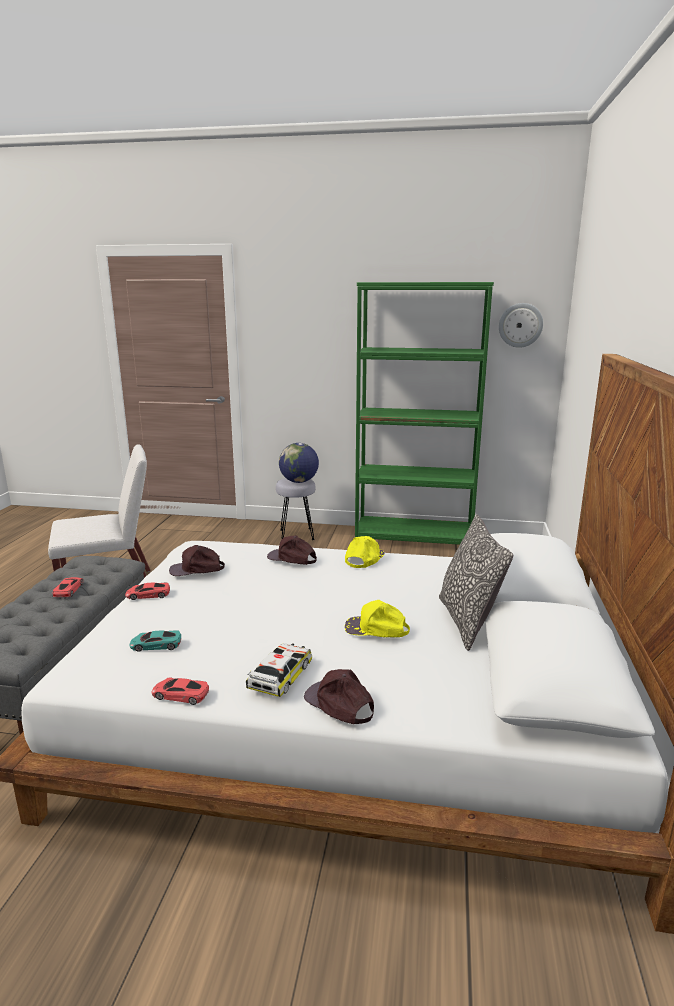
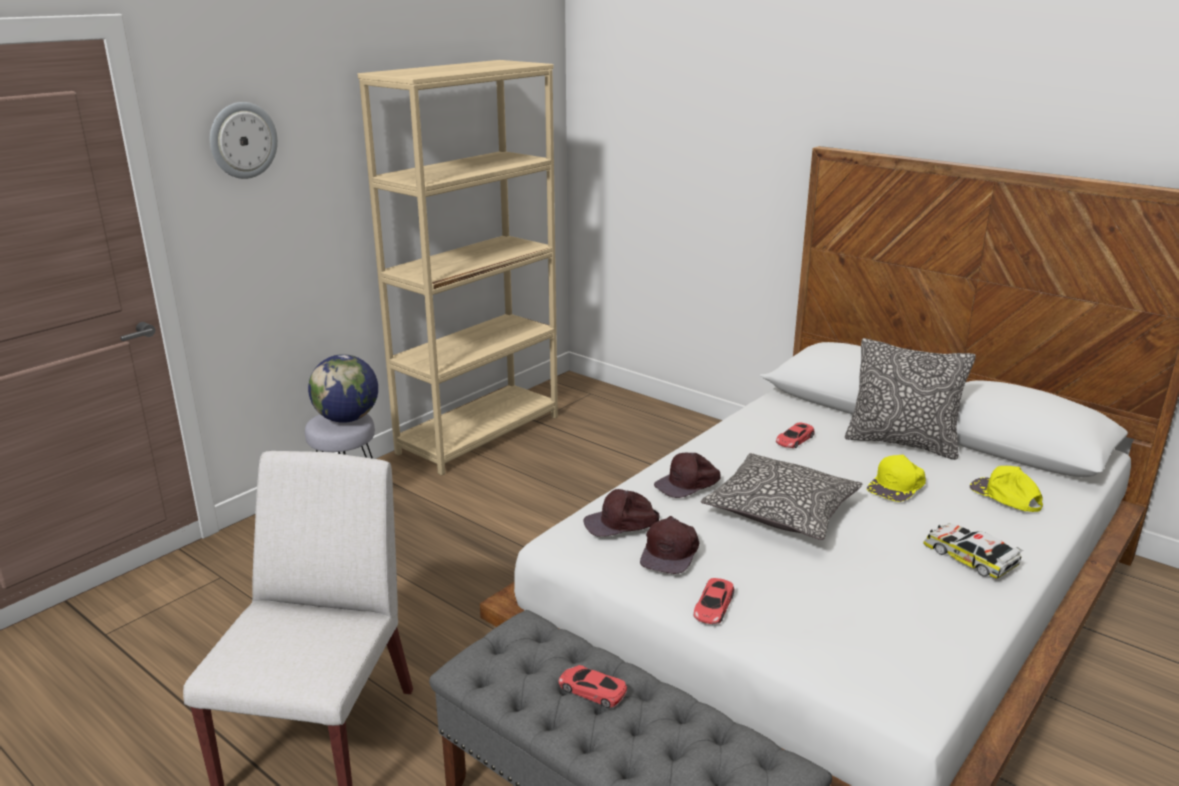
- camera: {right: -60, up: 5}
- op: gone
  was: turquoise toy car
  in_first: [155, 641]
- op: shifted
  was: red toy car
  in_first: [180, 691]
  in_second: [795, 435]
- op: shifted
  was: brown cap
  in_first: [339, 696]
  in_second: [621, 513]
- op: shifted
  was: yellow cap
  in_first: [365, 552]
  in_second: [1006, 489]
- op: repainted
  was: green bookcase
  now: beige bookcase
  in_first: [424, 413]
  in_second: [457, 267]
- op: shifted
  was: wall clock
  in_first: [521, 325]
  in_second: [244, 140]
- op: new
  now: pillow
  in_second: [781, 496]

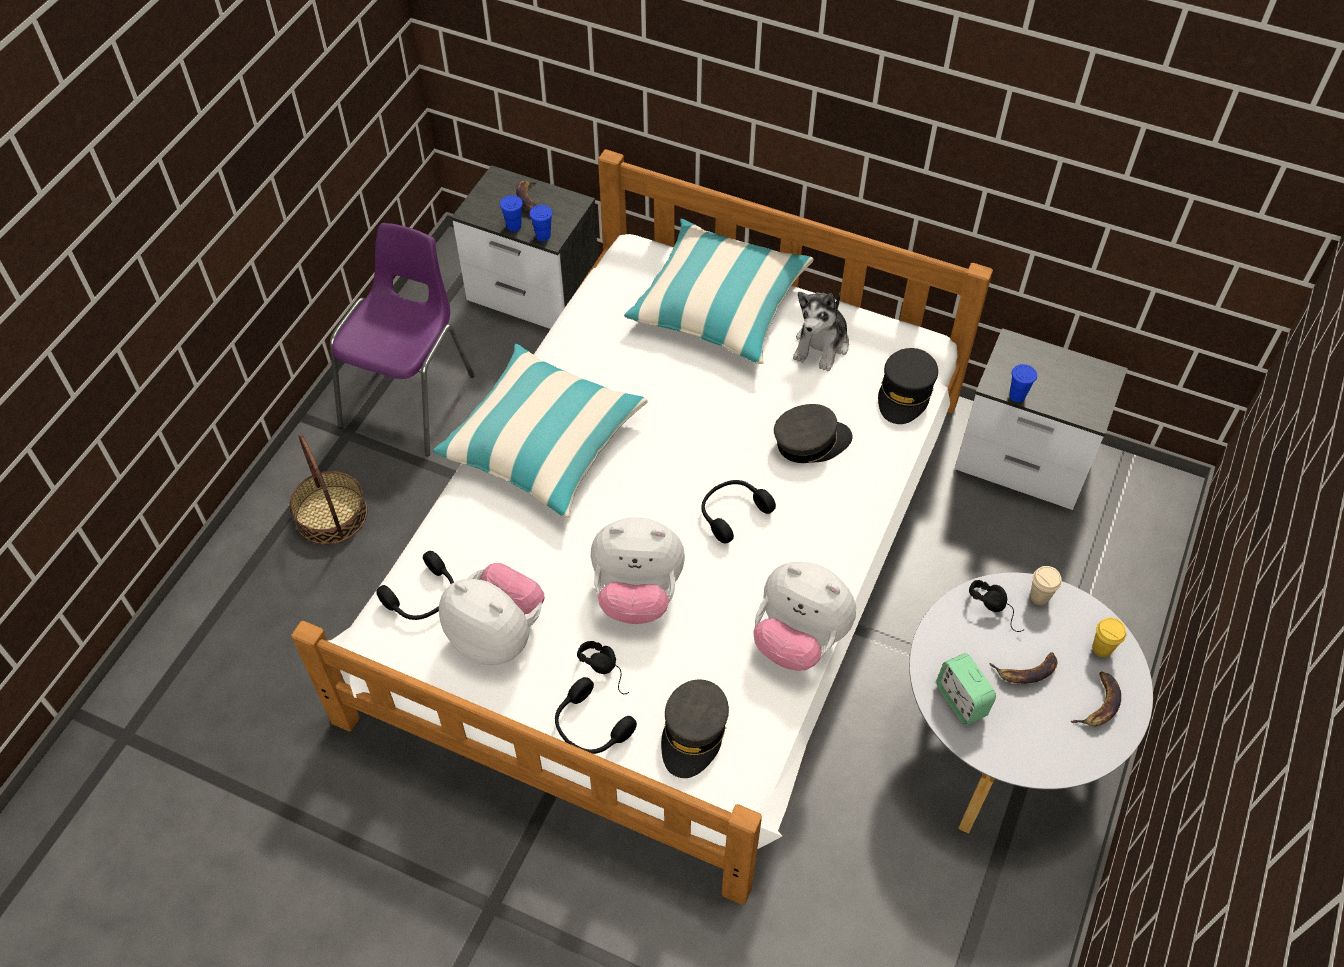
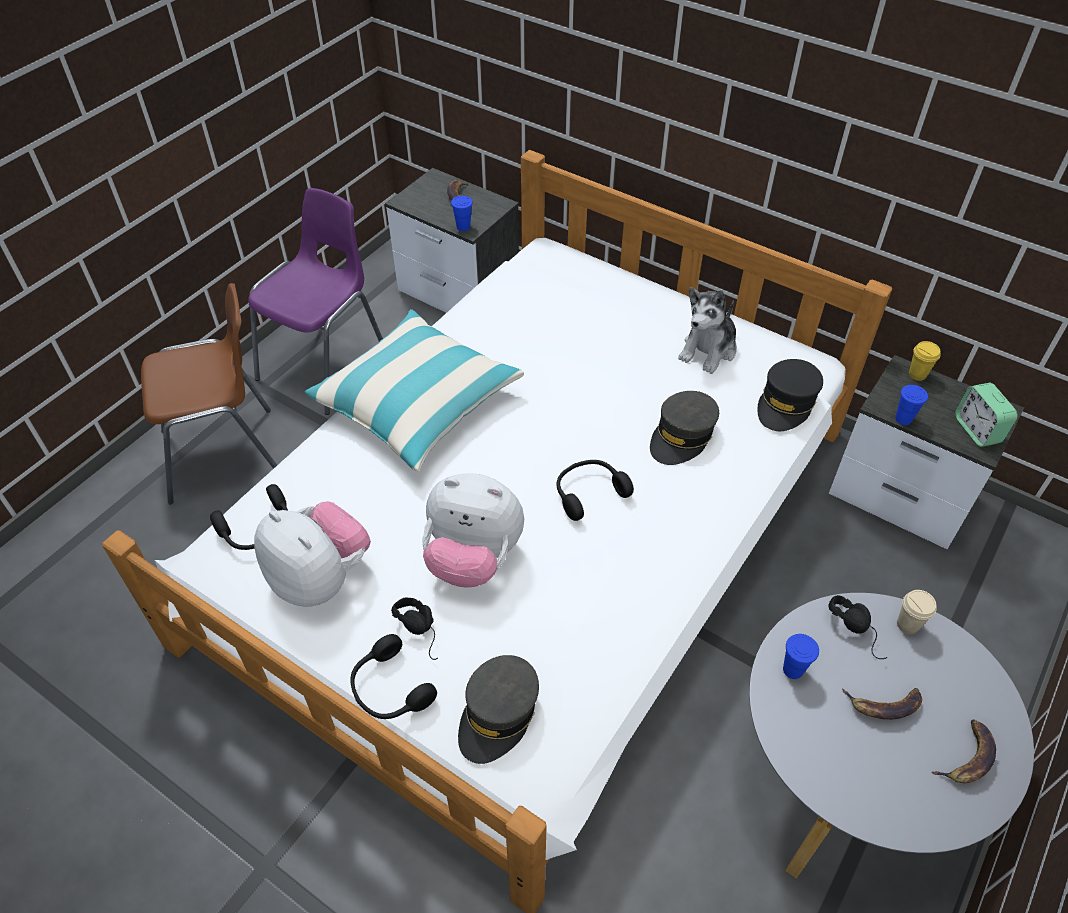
- camera: {right: 10, up: -5}
- op: swapped
  was: basket
  now: brown chair
  in_first: [328, 489]
  in_second: [209, 393]
- op: shifted
  was: blue cup
  in_first: [511, 213]
  in_second: [801, 656]
- op: gone
  was: pillow
  in_first: [719, 291]
- op: gone
  was: plush toy
  in_first: [804, 616]
- op: rotated
  was: grey cap
  in_first: [813, 433]
  in_second: [684, 428]
  clockwise: 135
- op: shifted
  was: alarm clock
  in_first: [966, 689]
  in_second: [986, 415]
- op: shifted
  was: yellow cup
  in_first: [1109, 637]
  in_second: [925, 361]

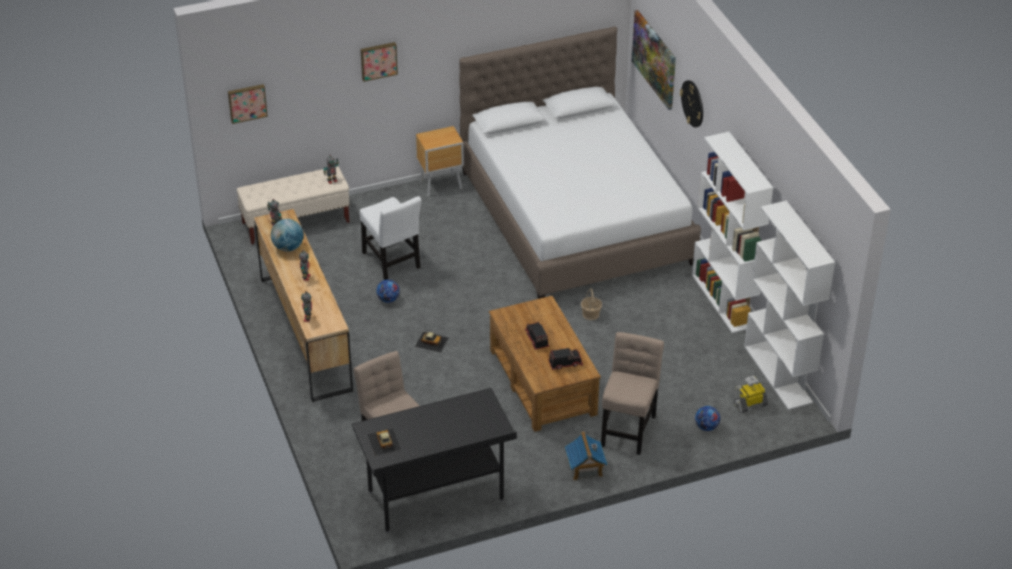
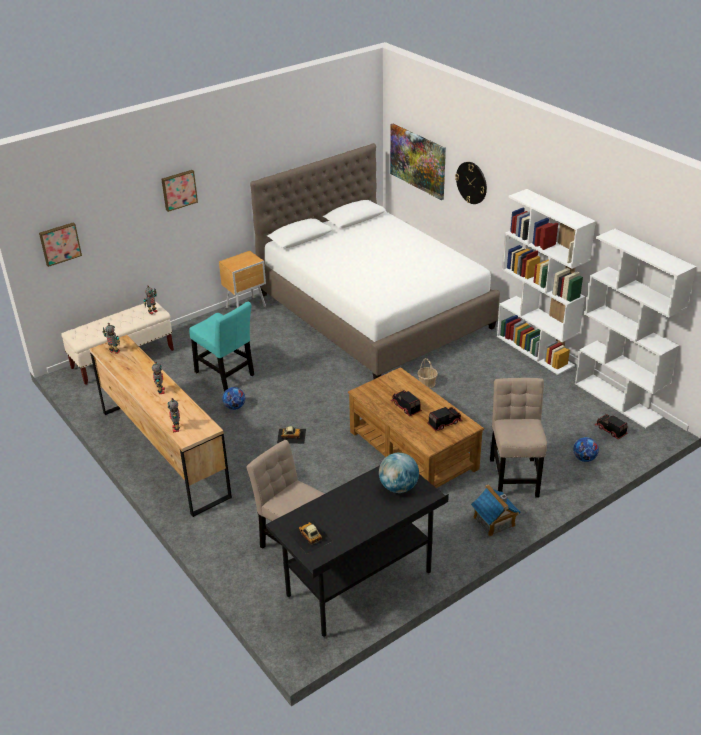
- camera: {right: -15, up: -5}
- op: shifted
  was: globe
  in_first: [287, 235]
  in_second: [399, 473]
- op: repainted
  was: white chair
  now: turquoise chair
  in_first: [391, 238]
  in_second: [221, 346]
- op: swapped
  was: toy robot
  now: toy truck
  in_first: [751, 394]
  in_second: [611, 426]

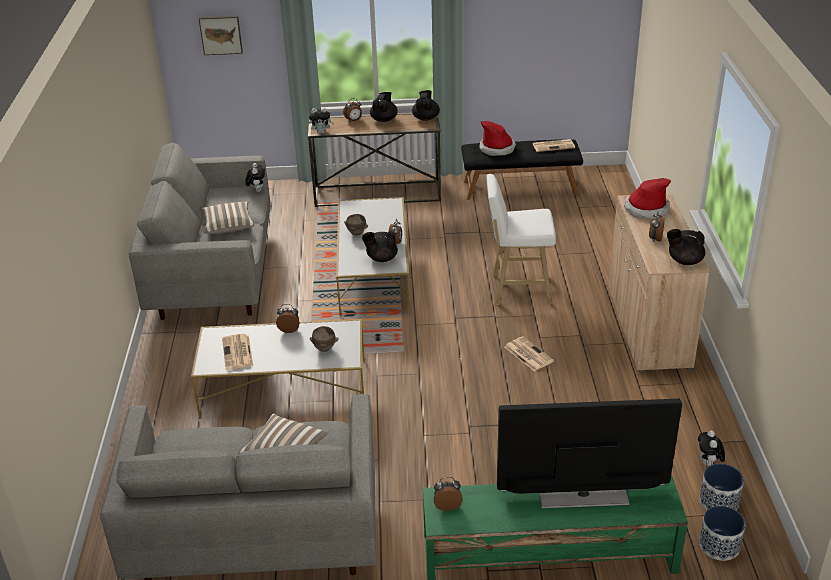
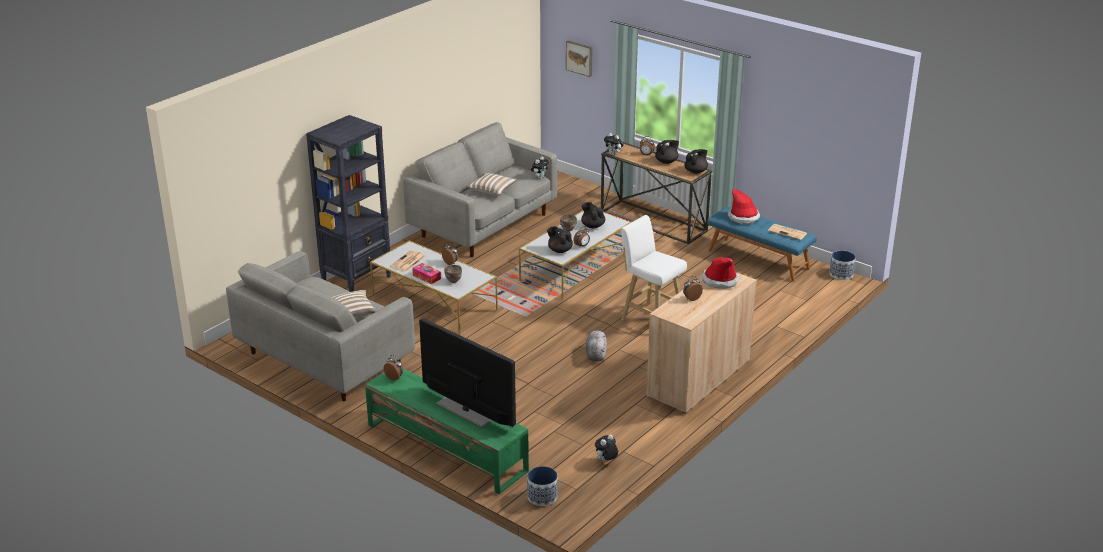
- camera: {right: 40, up: -5}
- op: repainted
  was: black bench
  now: blue bench
  in_first: [522, 169]
  in_second: [762, 244]
- op: swapped
  was: newspaper
  now: grey plush toy
  in_first: [529, 353]
  in_second: [596, 345]
- op: shifted
  was: black teapot
  in_first: [686, 247]
  in_second: [593, 215]
- op: shifted
  was: planter
  in_first: [721, 487]
  in_second: [842, 265]
- op: new
  now: black bookcase
  in_second: [348, 203]
- op: new
  now: tissue box
  in_second: [426, 273]

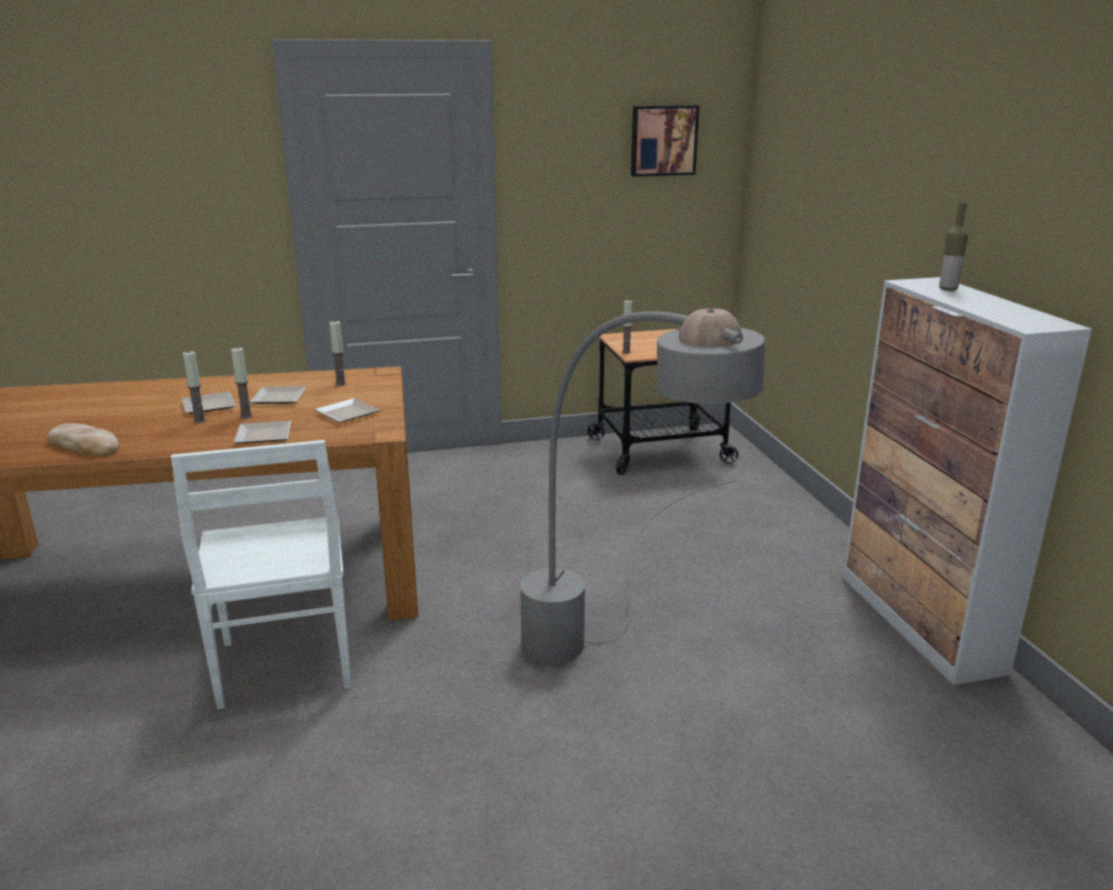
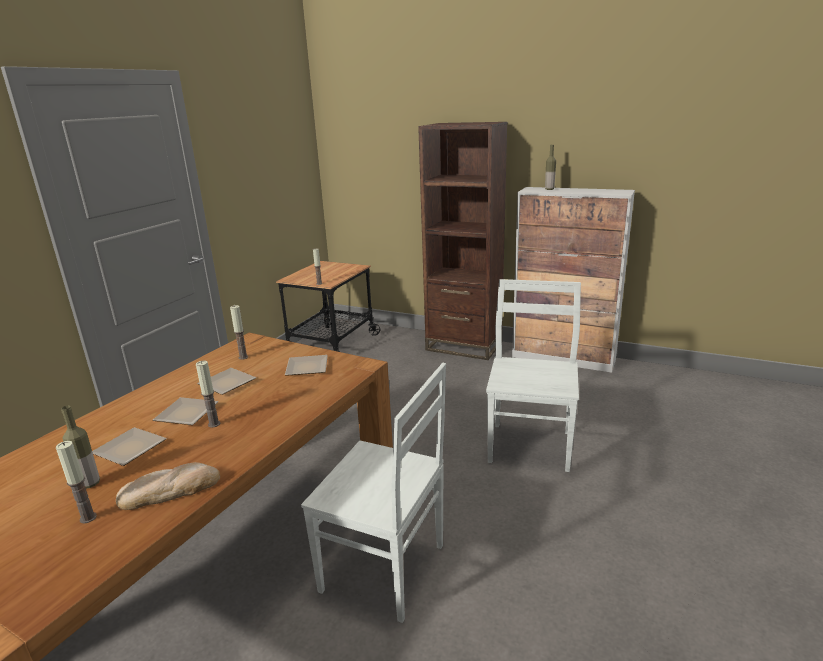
- camera: {right: -50, up: 0}
- op: shifted
  was: candle
  in_first: [242, 383]
  in_second: [76, 482]
- op: shifted
  was: plate
  in_first: [262, 432]
  in_second: [129, 446]
- op: swapped
  was: grey floor lamp
  now: white chair
  in_first: [642, 486]
  in_second: [533, 375]
- op: gone
  was: picture
  in_first: [665, 141]
- op: new
  now: bottle
  in_second: [80, 447]
- op: new
  now: brown bookcase
  in_second: [462, 241]

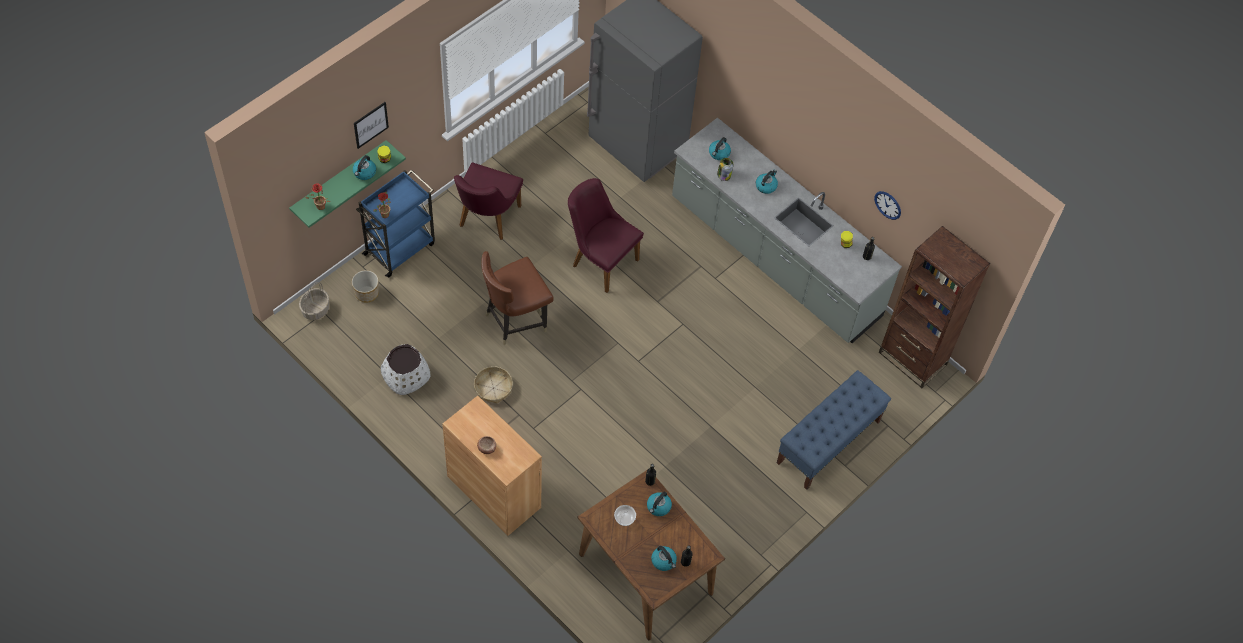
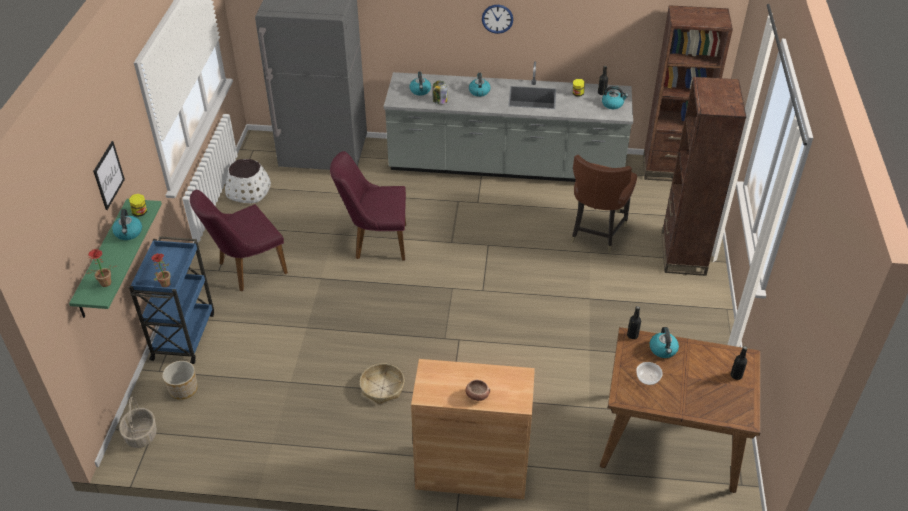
- camera: {right: -35, up: -15}
- op: shifted
  was: white planter
  in_first: [405, 369]
  in_second: [248, 181]
- op: rotated
  was: purple chair
  in_first: [488, 201]
  in_second: [239, 240]
  clockwise: 75
- op: shifted
  was: brown chair
  in_first: [517, 298]
  in_second: [604, 204]
- op: shifted
  was: kettle
  in_first: [664, 558]
  in_second: [615, 97]
- op: swapped
  was: blue bench
  now: brown bookcase
  in_first: [834, 430]
  in_second: [704, 176]
- op: shifted
  was: wall clock
  in_first: [887, 205]
  in_second: [497, 19]

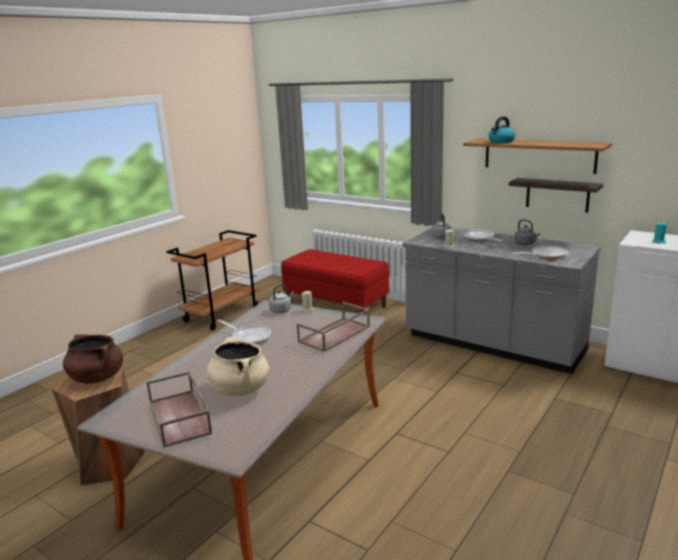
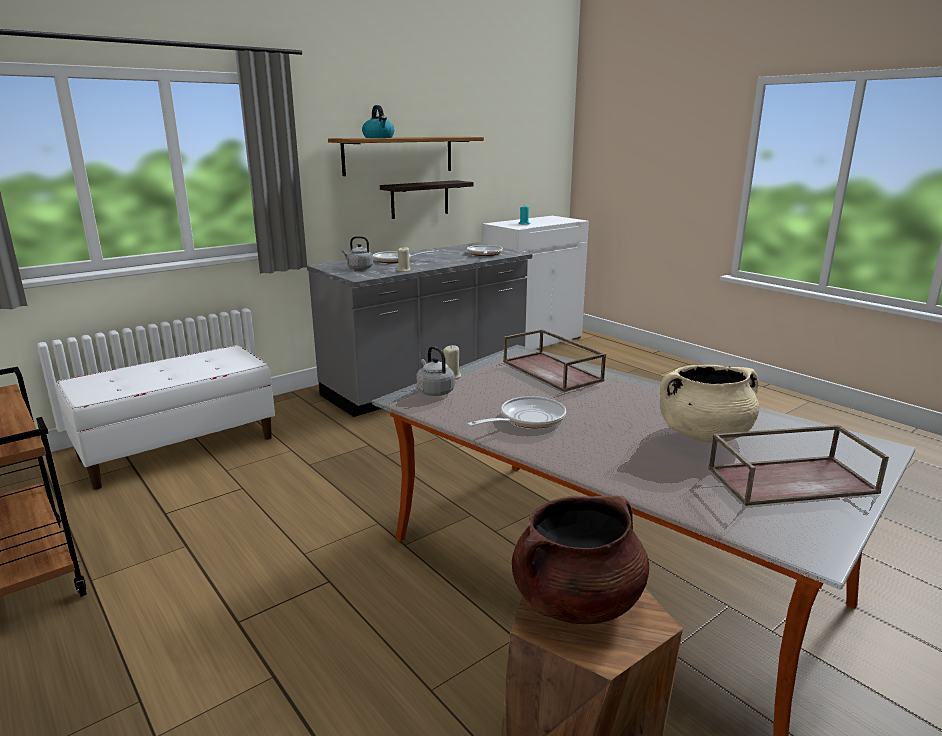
- camera: {right: -75, up: 0}
- op: repainted
  was: red bench
  now: white bench
  in_first: [335, 282]
  in_second: [165, 417]
- op: gone
  was: grey kettle
  in_first: [527, 232]

